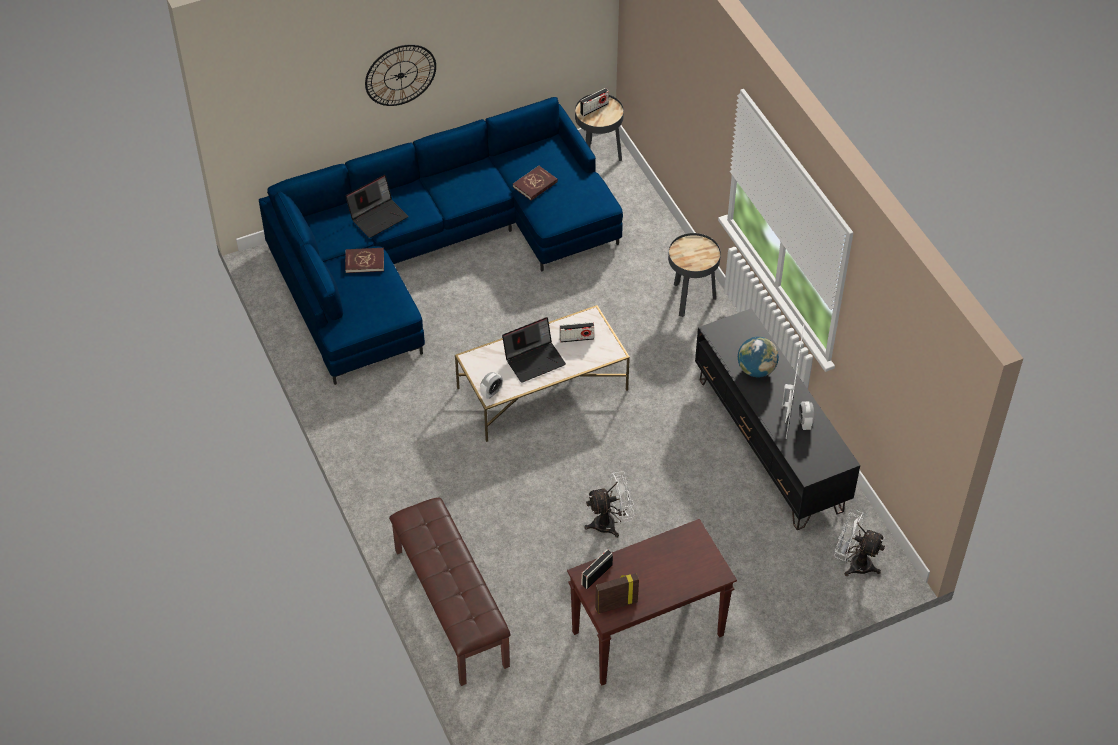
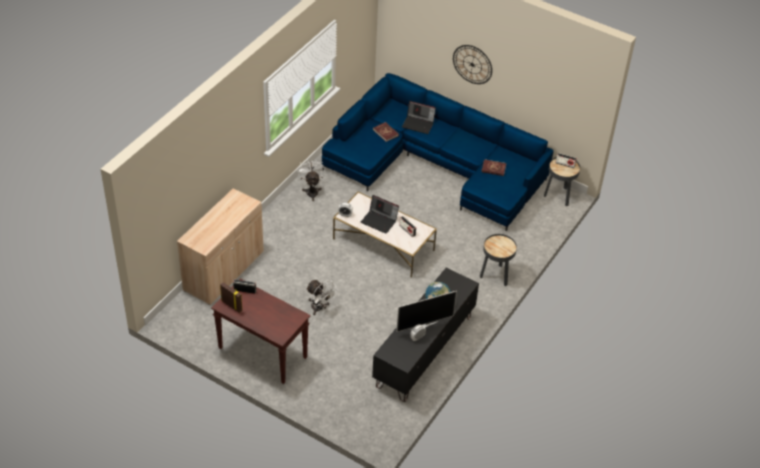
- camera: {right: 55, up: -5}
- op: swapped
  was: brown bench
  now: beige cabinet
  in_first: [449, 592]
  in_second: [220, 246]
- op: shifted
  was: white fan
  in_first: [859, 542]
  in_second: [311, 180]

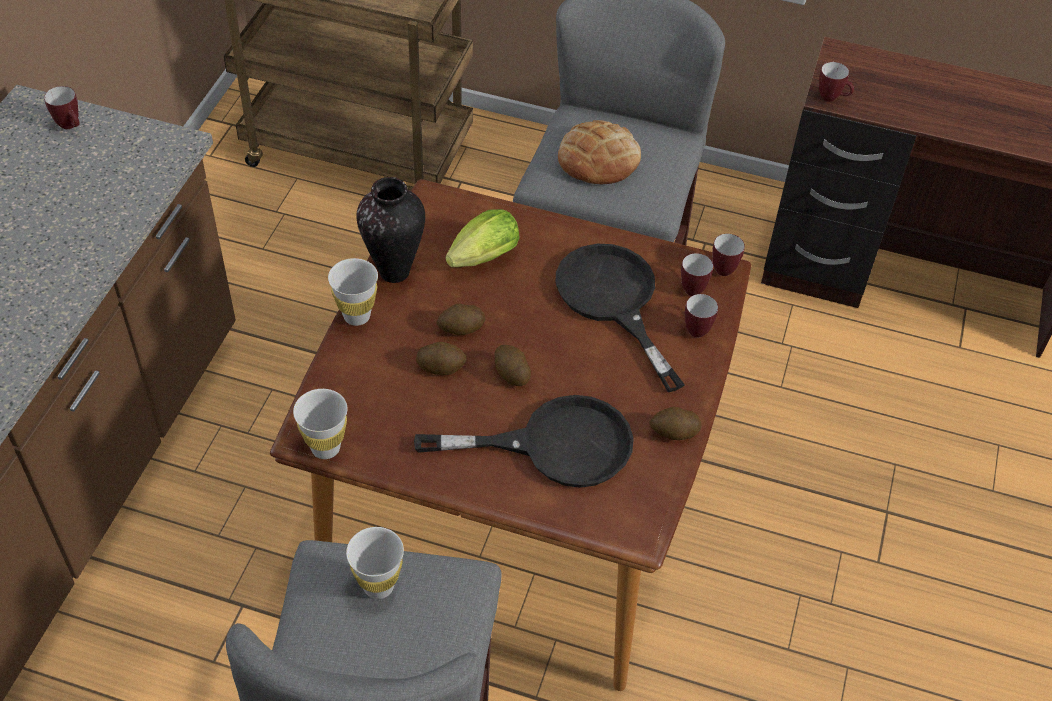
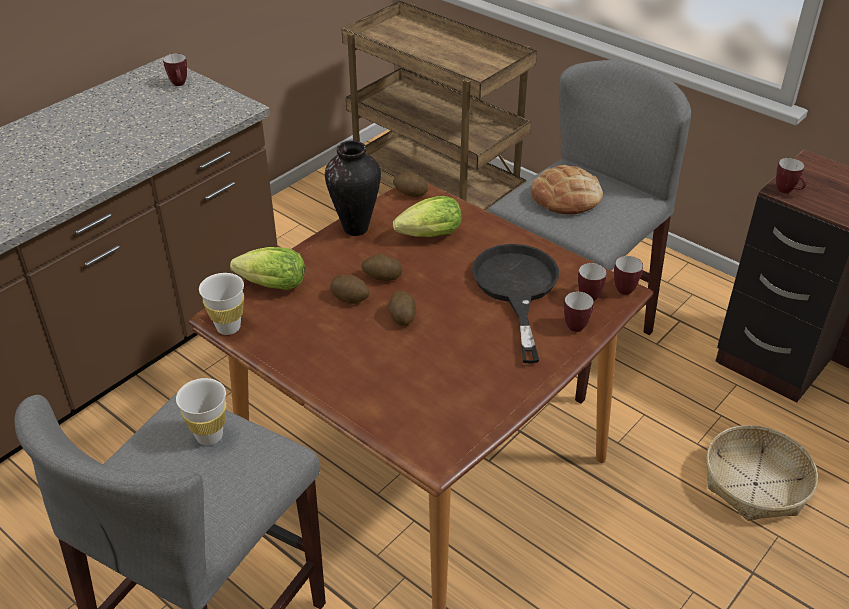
- camera: {right: 25, up: -10}
- op: gone
  was: white cup
  in_first: [353, 292]
- op: gone
  was: black frying pan
  in_first: [524, 441]
- op: shifted
  was: potato
  in_first: [675, 423]
  in_second: [410, 184]
- op: new
  now: lettuce
  in_second: [267, 268]
- op: new
  now: basket
  in_second: [762, 473]

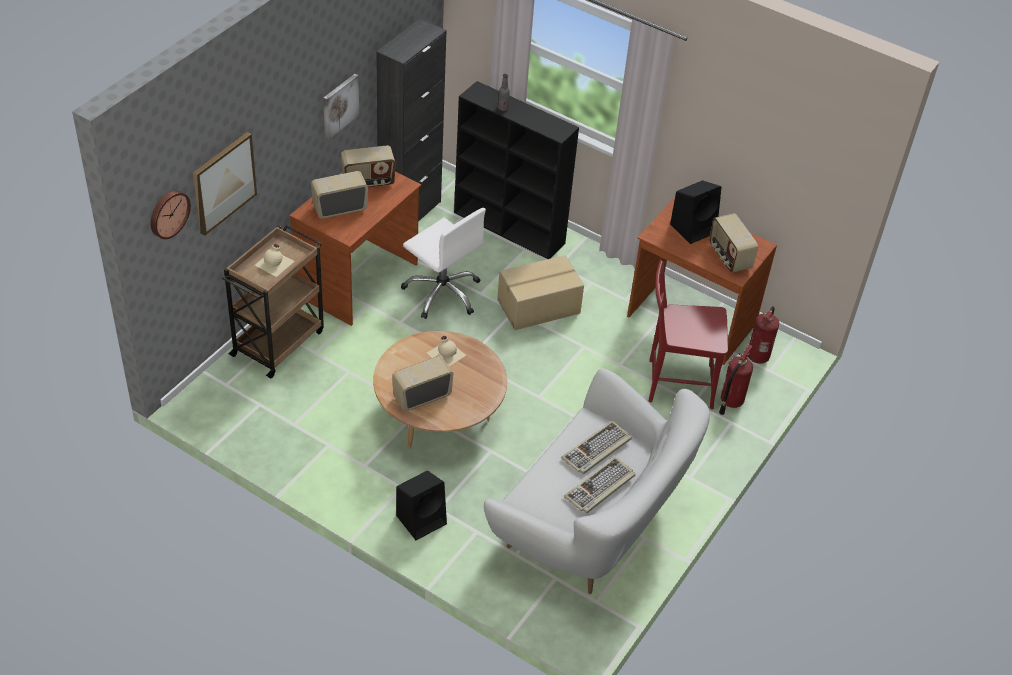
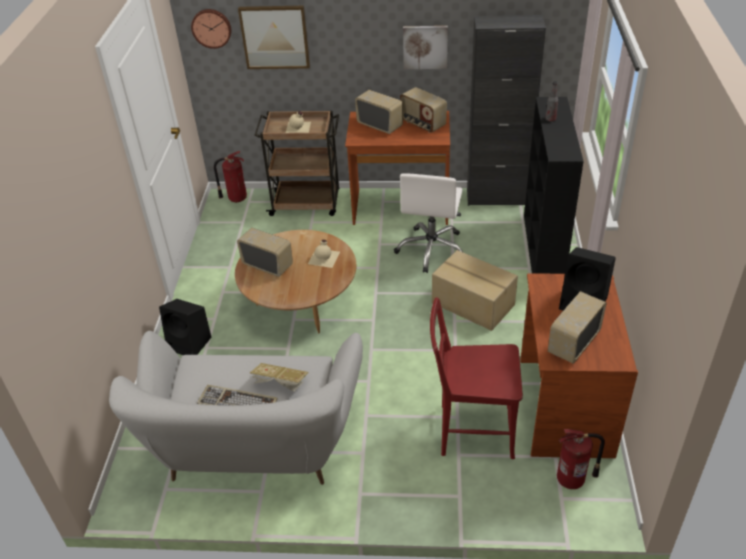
- camera: {right: 65, up: -5}
- op: swapped
  was: keyboard
  now: book
  in_first: [596, 447]
  in_second: [279, 377]
- op: rotated
  was: red chair
  in_first: [688, 334]
  in_second: [476, 378]
  clockwise: -60
- op: shifted
  was: fire extinguisher
  in_first: [736, 379]
  in_second: [230, 177]

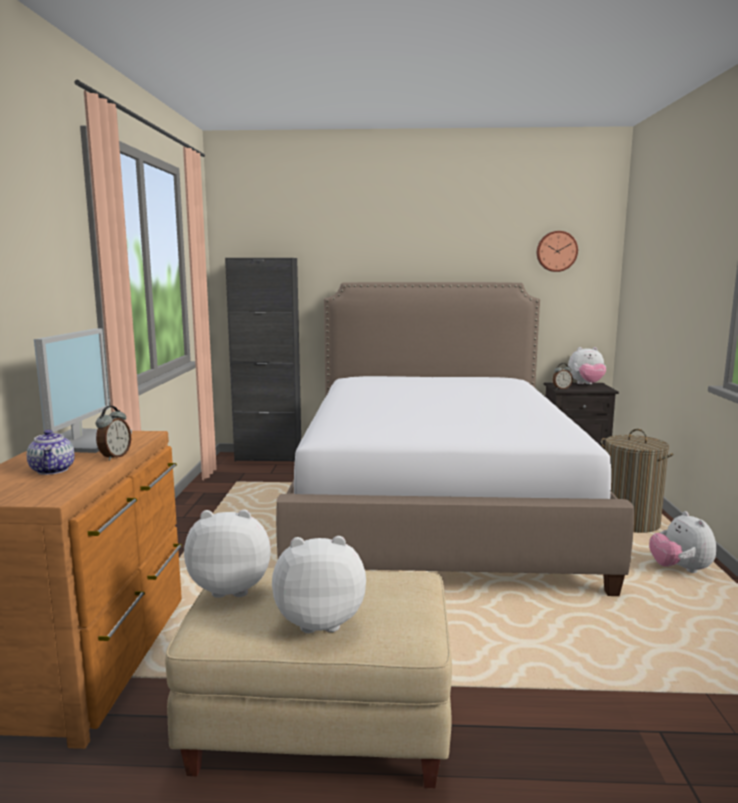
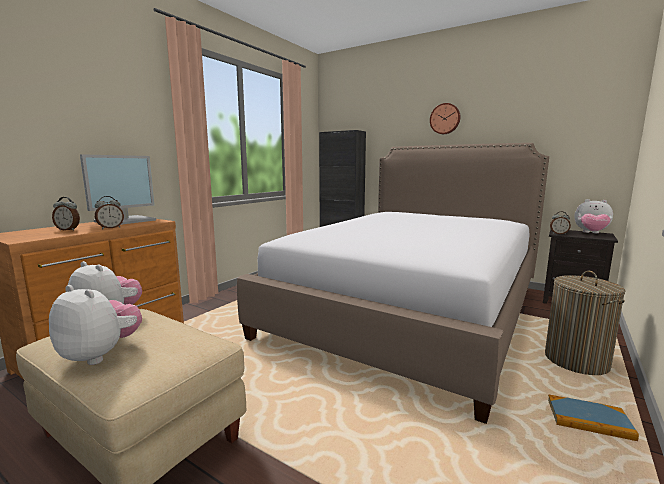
- camera: {right: 30, up: 0}
- op: swapped
  was: teapot
  now: alarm clock
  in_first: [51, 452]
  in_second: [66, 214]
- op: shifted
  was: wall clock
  in_first: [557, 251]
  in_second: [445, 118]
- op: swapped
  was: plush toy
  now: book
  in_first: [682, 542]
  in_second: [593, 417]

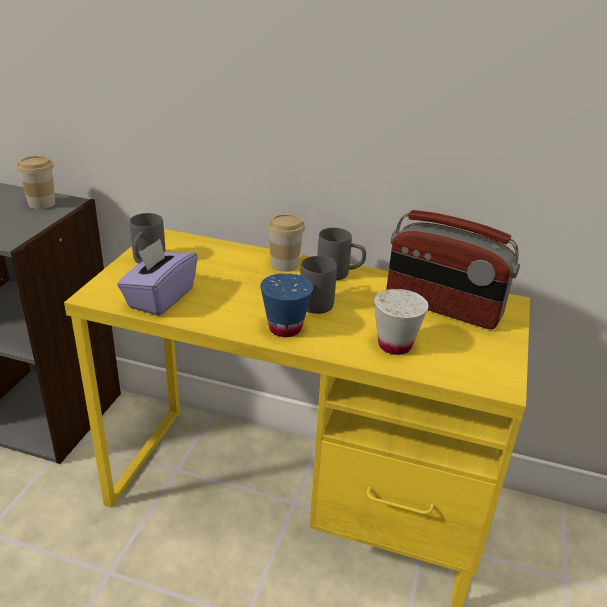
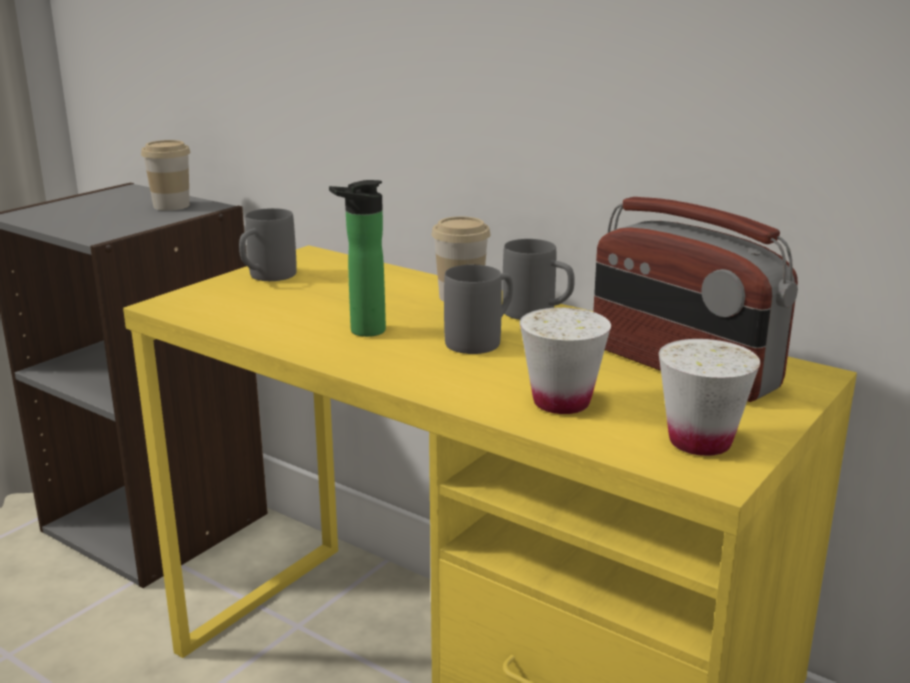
- camera: {right: 20, up: -10}
- op: gone
  was: purple tissue box
  in_first: [157, 277]
- op: gone
  was: blue cup
  in_first: [286, 305]
- op: new
  now: bottle
  in_second: [357, 258]
- op: new
  now: white cup
  in_second: [709, 397]

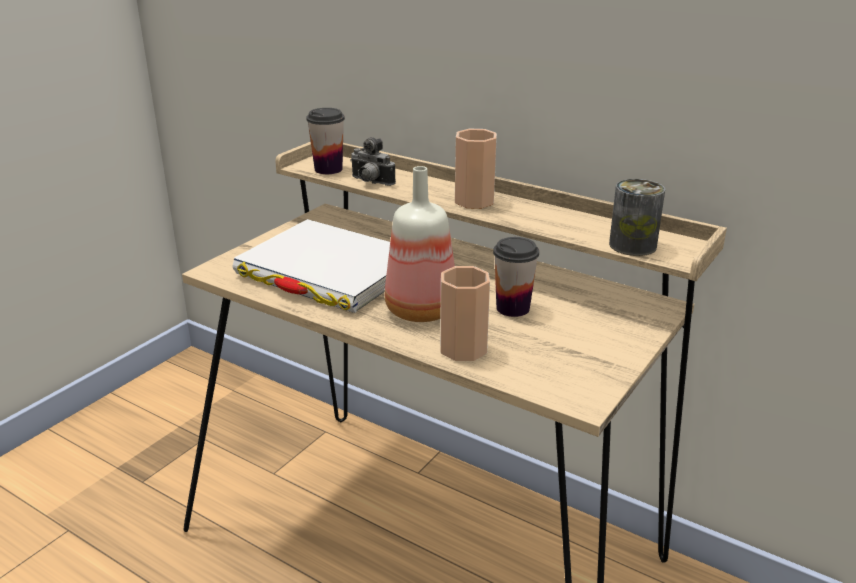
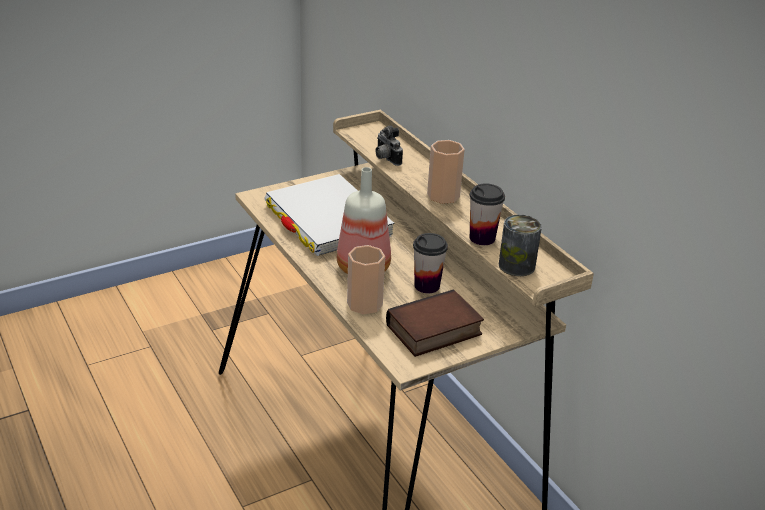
- camera: {right: 25, up: 5}
- op: shifted
  was: cup
  in_first: [325, 141]
  in_second: [487, 214]
- op: new
  now: book
  in_second: [435, 323]

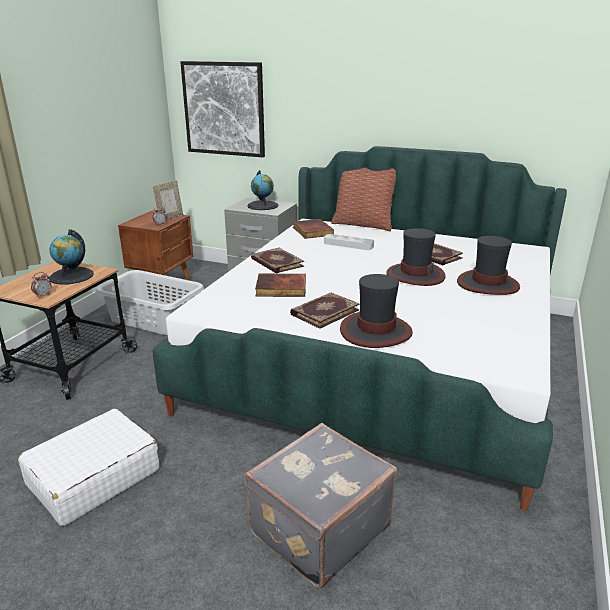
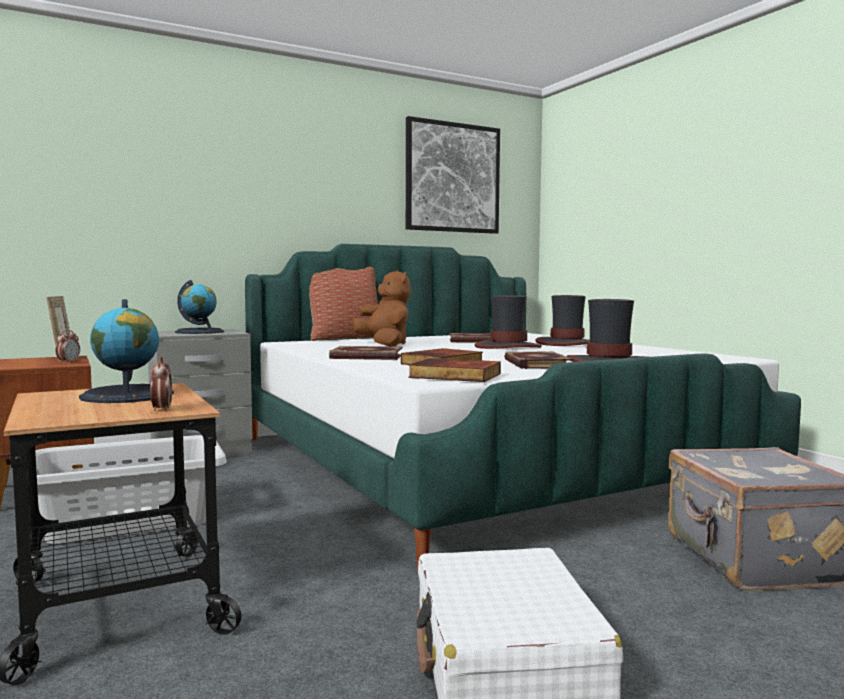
- camera: {right: -50, up: -20}
- op: shifted
  was: picture
  in_first: [222, 109]
  in_second: [453, 175]
- op: shifted
  was: book
  in_first: [313, 229]
  in_second: [454, 370]
- op: swapped
  was: grey tray
  now: brown plush toy
  in_first: [349, 242]
  in_second: [381, 309]

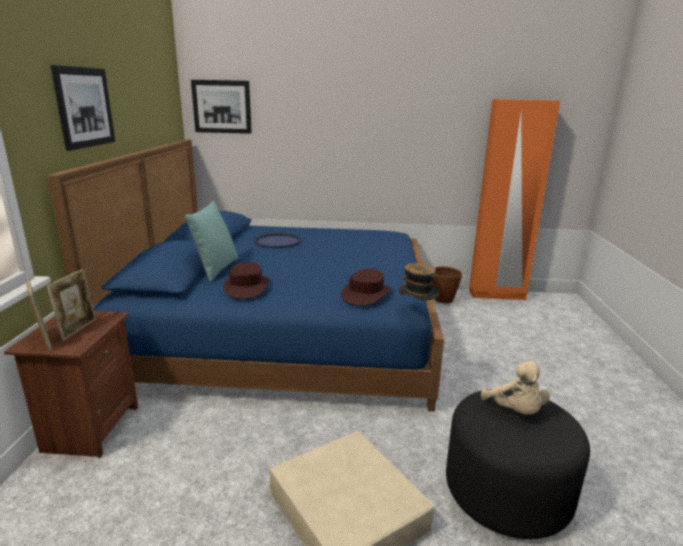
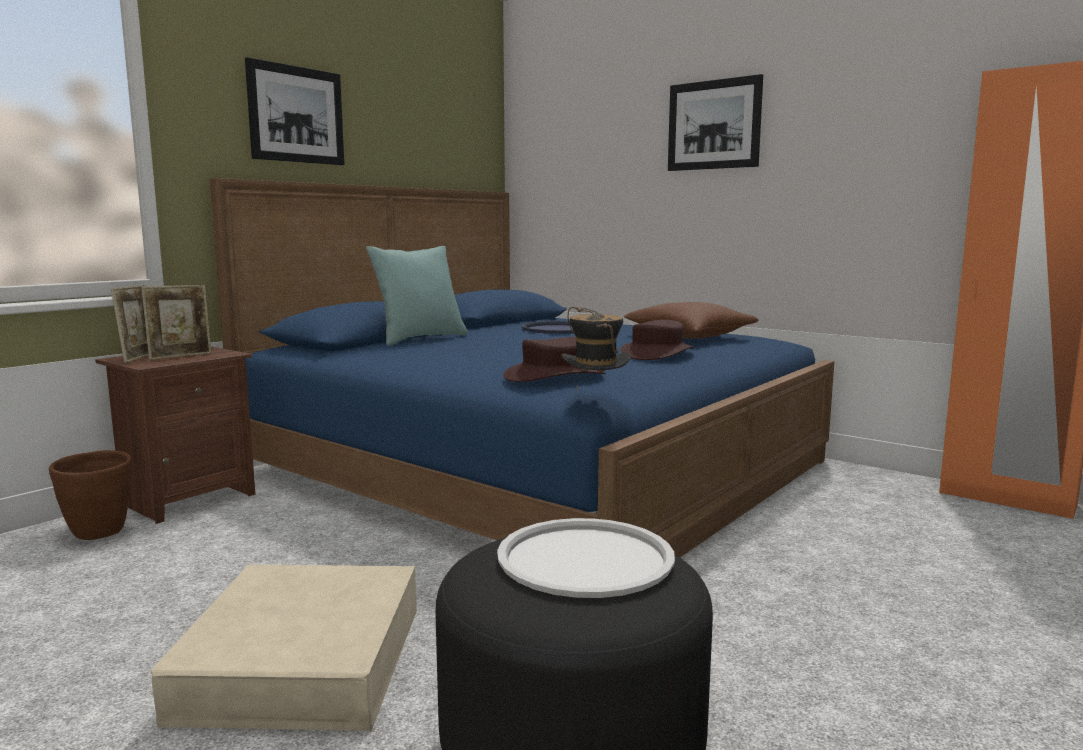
- camera: {right: 35, up: -10}
- op: shifted
  was: picture
  in_first: [221, 107]
  in_second: [715, 122]
- op: shifted
  was: brown hat
  in_first: [246, 280]
  in_second: [657, 340]
- op: shifted
  was: brown planter
  in_first: [447, 284]
  in_second: [90, 495]
- op: swapped
  was: beige plush toy
  now: white tray
  in_first: [515, 388]
  in_second: [586, 558]
- op: new
  now: brown pillow
  in_second: [691, 320]

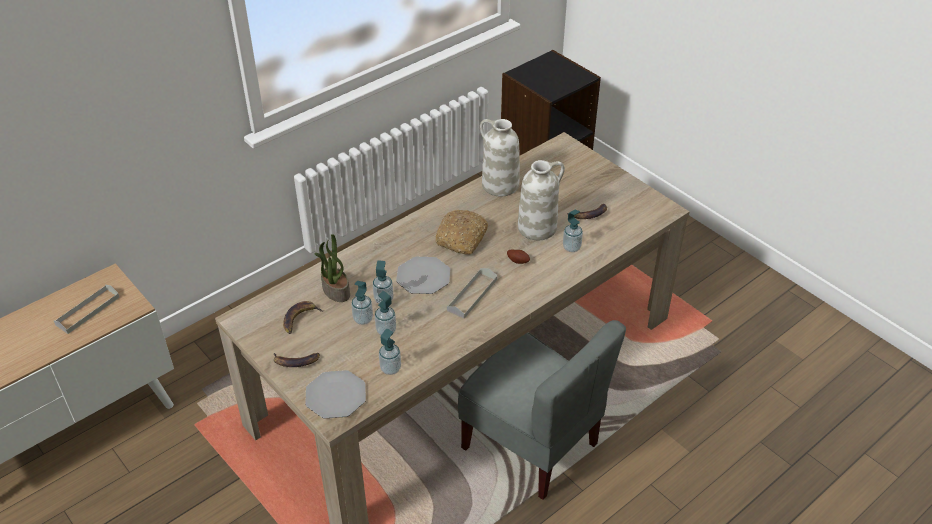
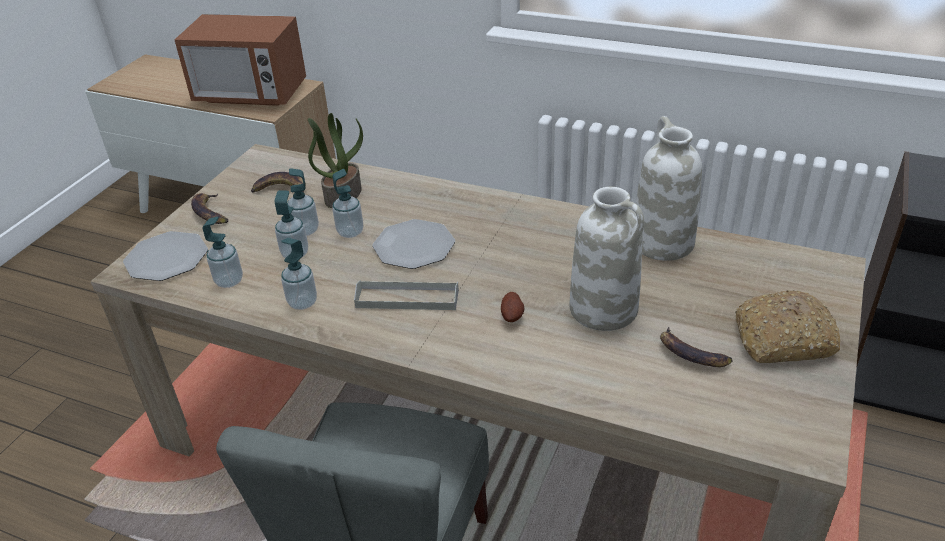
- camera: {right: 65, up: -5}
- op: swapped
  was: grey tray
  now: microwave
  in_first: [87, 309]
  in_second: [240, 60]
- op: shifted
  was: bread
  in_first: [462, 232]
  in_second: [787, 326]
- op: shifted
  was: soap dispenser
  in_first: [573, 231]
  in_second: [299, 274]

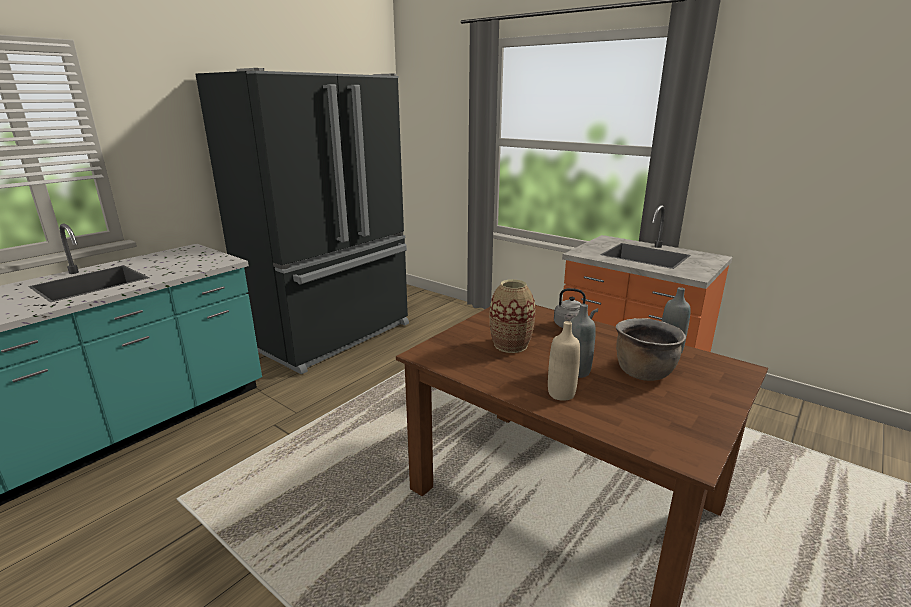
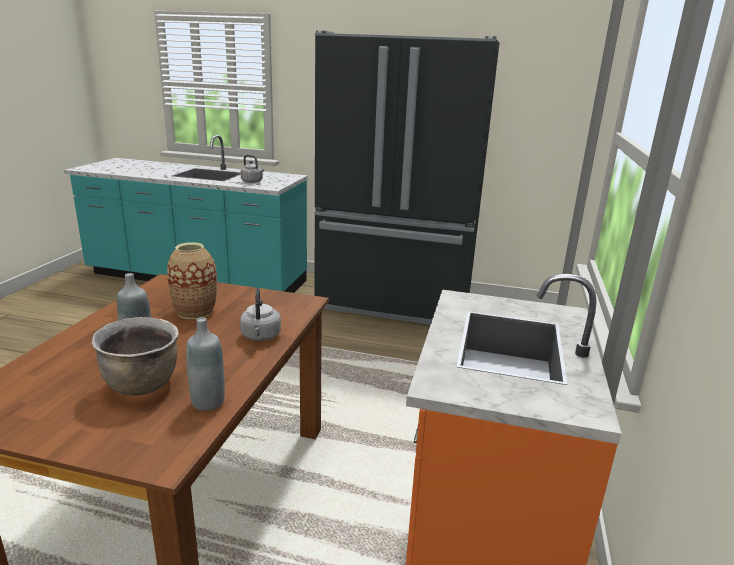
- camera: {right: 65, up: 0}
- op: gone
  was: beige bottle
  in_first: [564, 361]
- op: new
  now: grey kettle
  in_second: [252, 169]

